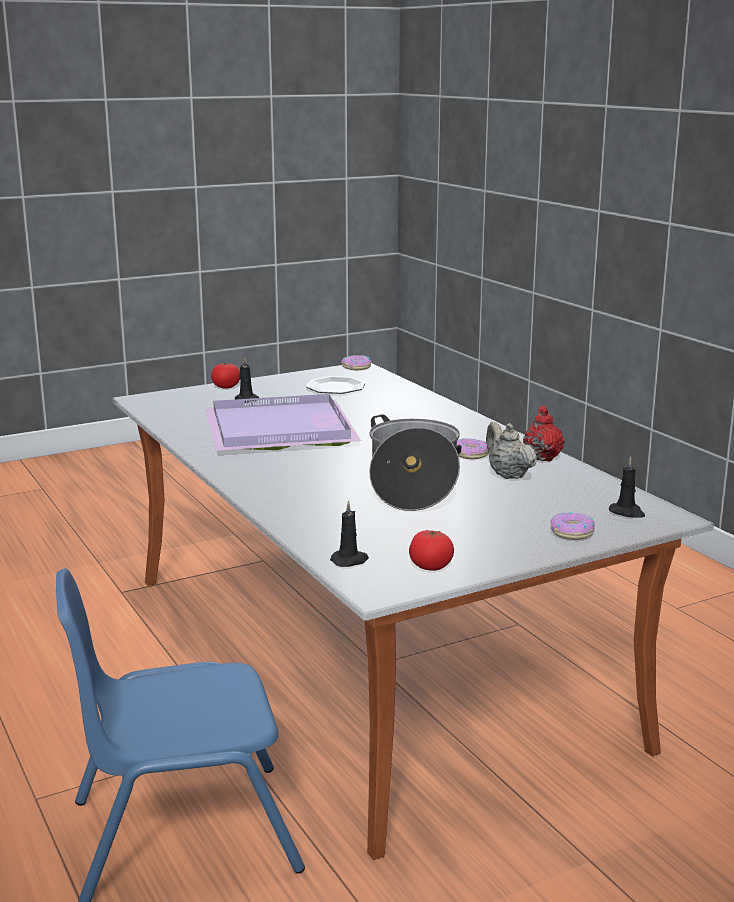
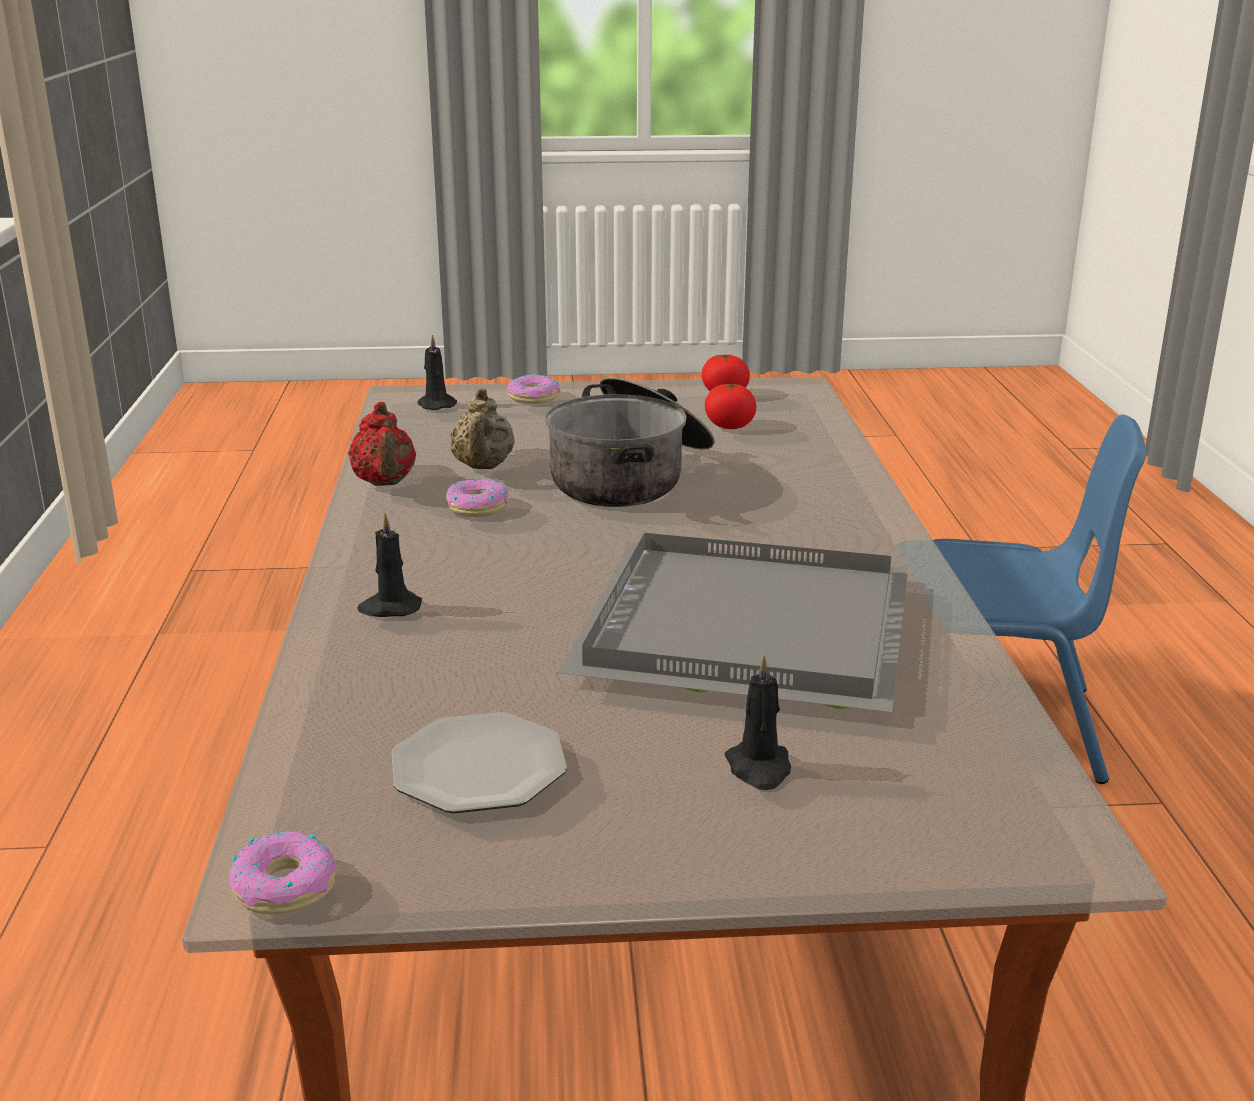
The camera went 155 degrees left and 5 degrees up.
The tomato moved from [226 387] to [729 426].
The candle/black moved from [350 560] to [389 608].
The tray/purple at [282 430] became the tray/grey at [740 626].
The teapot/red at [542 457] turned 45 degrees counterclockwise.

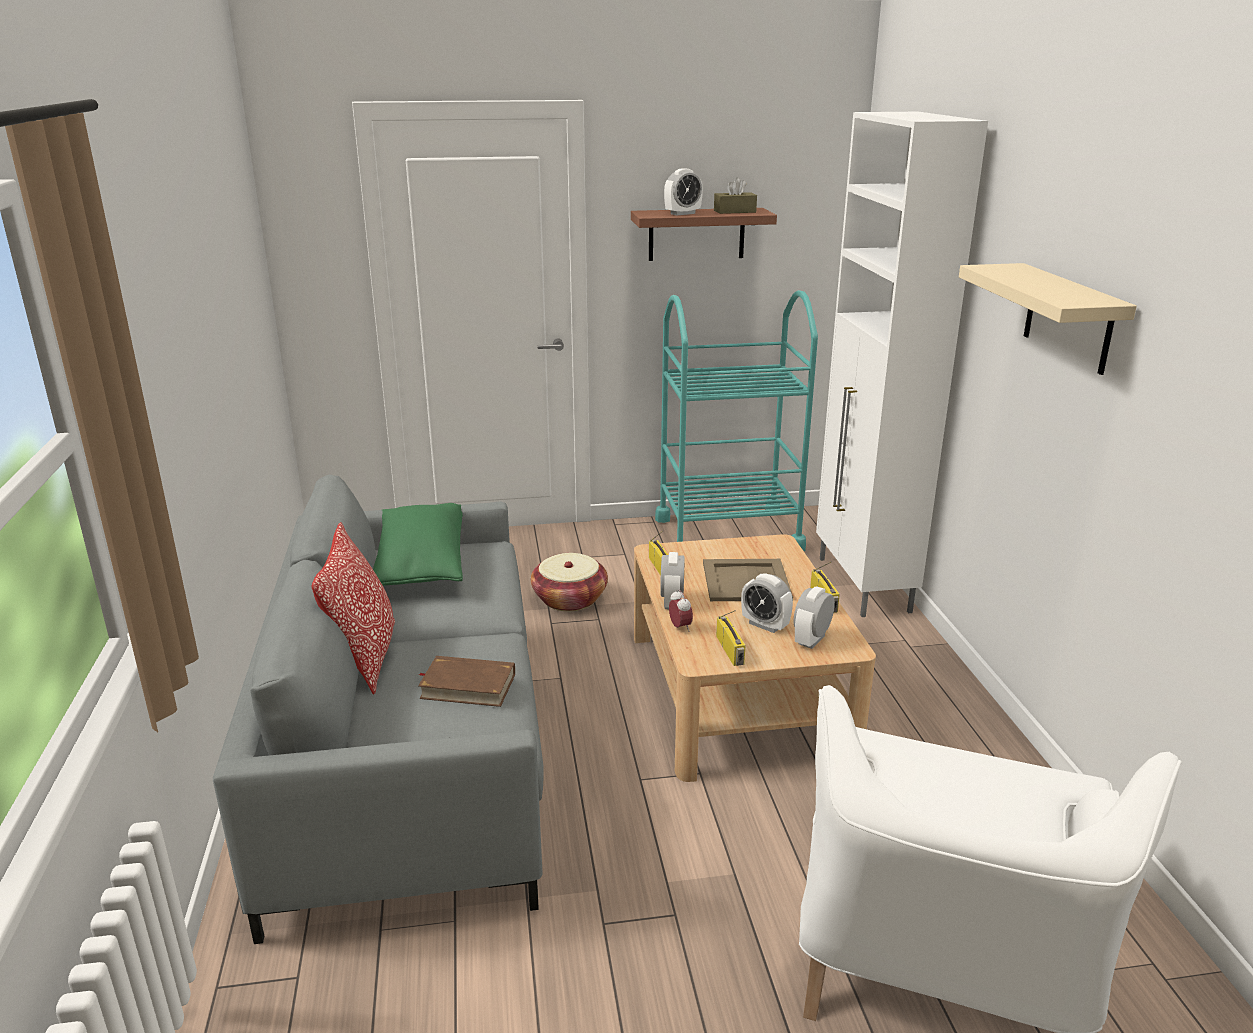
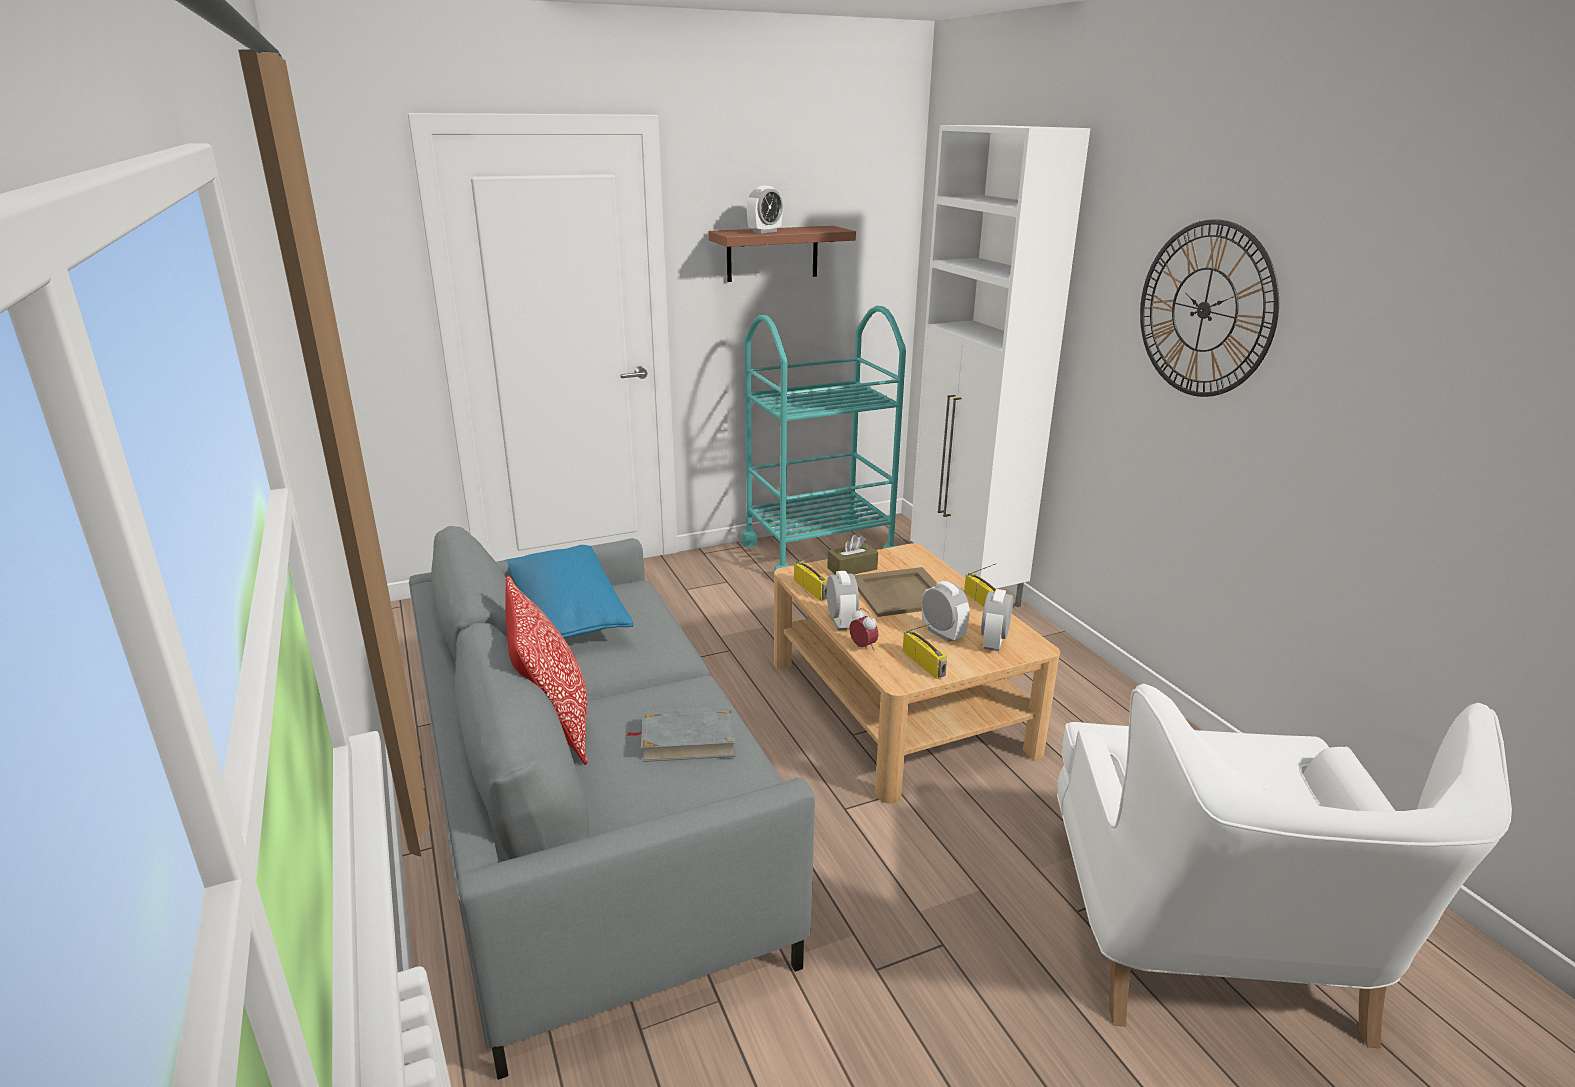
The camera went 15 degrees left and 0 degrees up.
The basket at [569 599] disappeared.
The tissue box/brown moved from [734 211] to [852 568].
The shelf/beige at [1068 318] was replaced by the wall clock at [1204 310].
The pillow/green at [421 564] became the pillow/blue at [567 614].
The book/brown at [468 686] became the book/grey at [688 739].
The alarm clock at [765 625] turned 150 degrees counterclockwise.

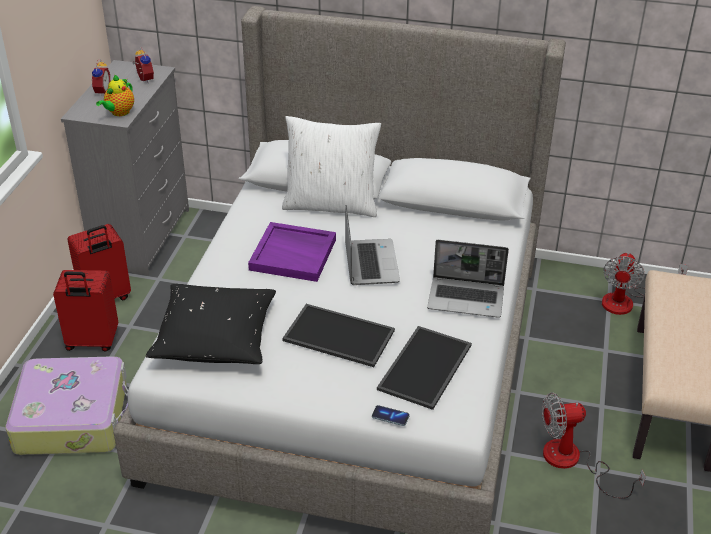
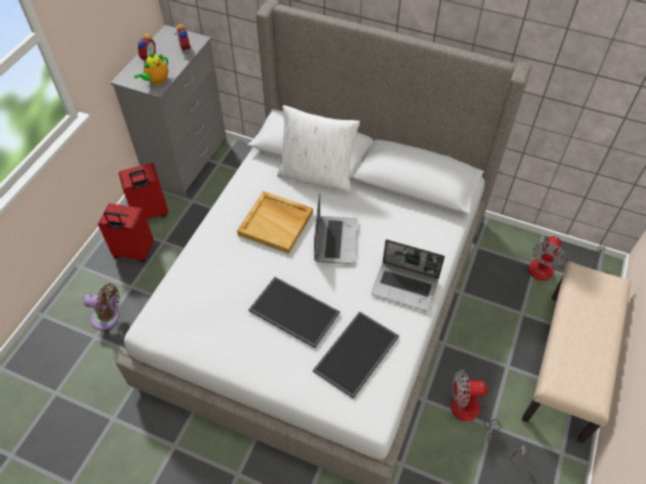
The camera went 10 degrees right and 15 degrees up.
The pillow/black at [215 337] disappeared.
The phone at [390 416] disappeared.
The suitcase at [73 417] was replaced by the fan/brown at [108 318].
The tray/purple at [294 254] became the tray/beige at [276 223].

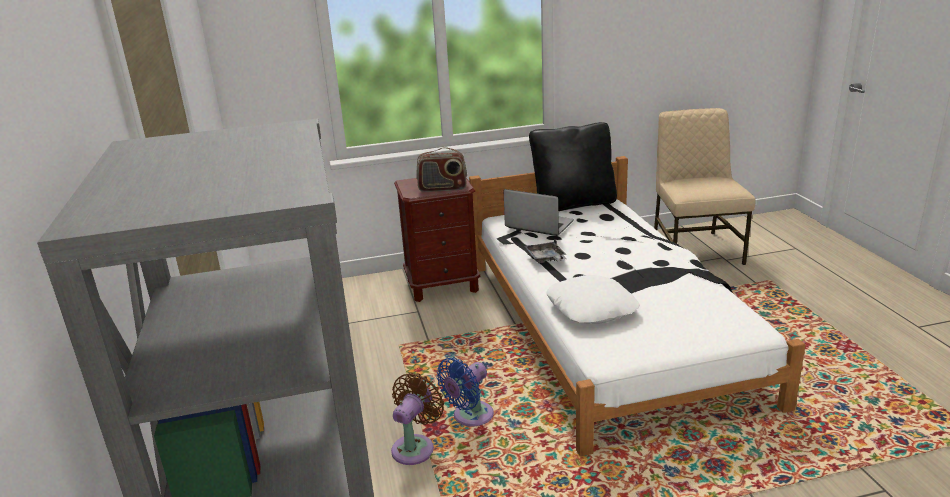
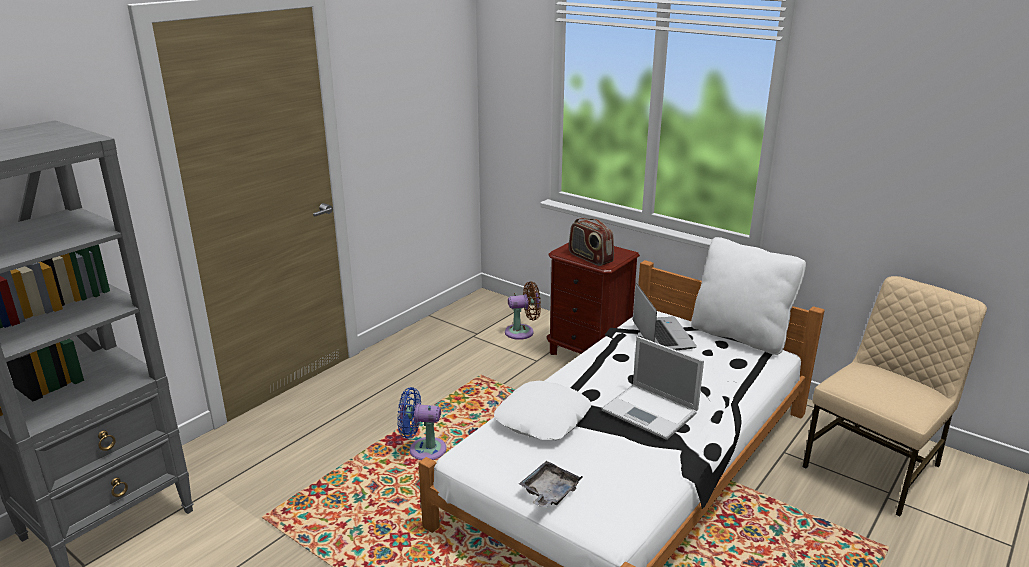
The camera went 50 degrees right and 0 degrees up.
The laptop at [651 412] appeared.
The fan/brown moved from [415 447] to [522 332].
The tray/grey moved from [546 258] to [549 492].
The pillow/black at [573 203] became the pillow/white at [740 335].

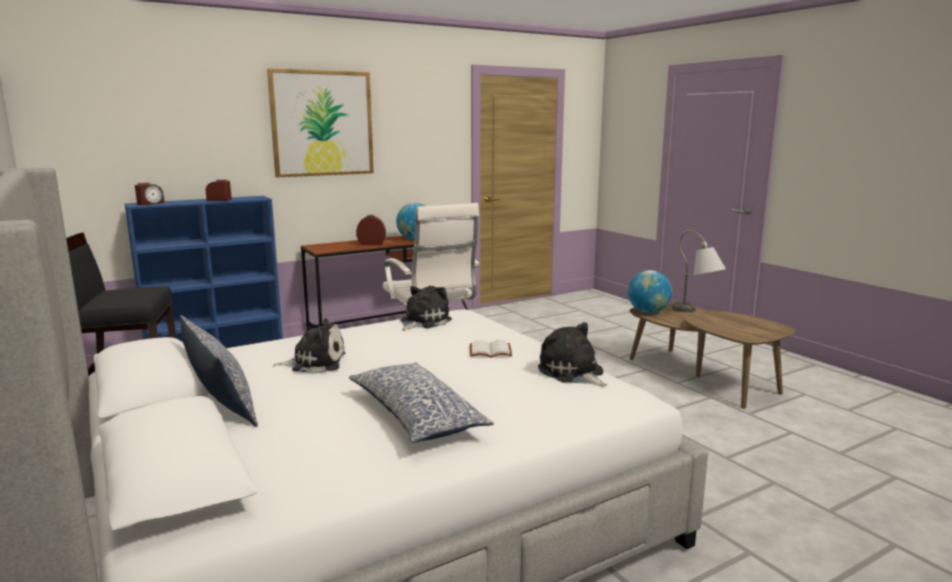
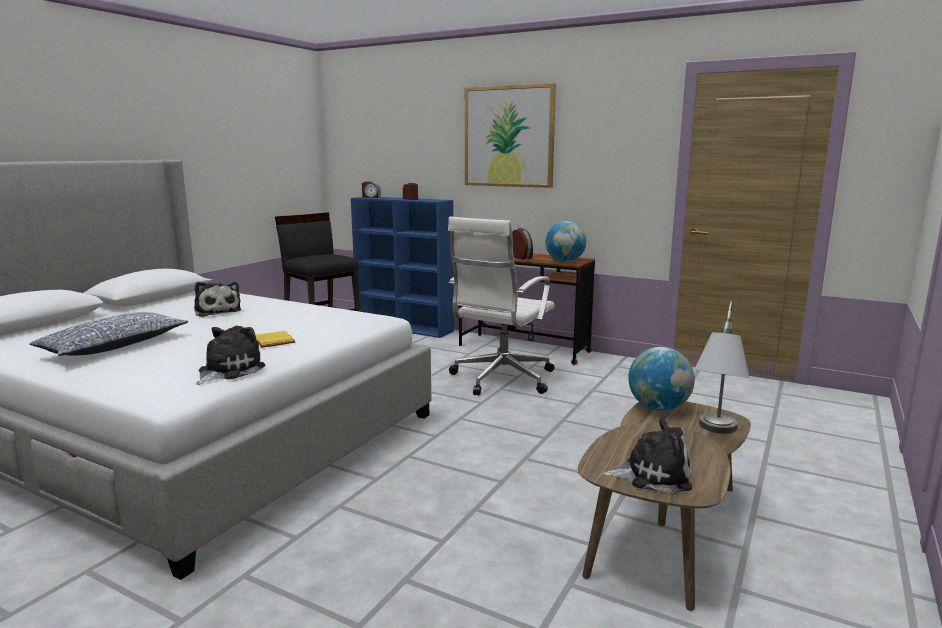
The camera went 60 degrees right and 0 degrees up.
The pillow at [220 399] disappeared.
The plush toy moved from [423 321] to [652 474].
The book/white at [489 351] became the book/yellow at [272 341].

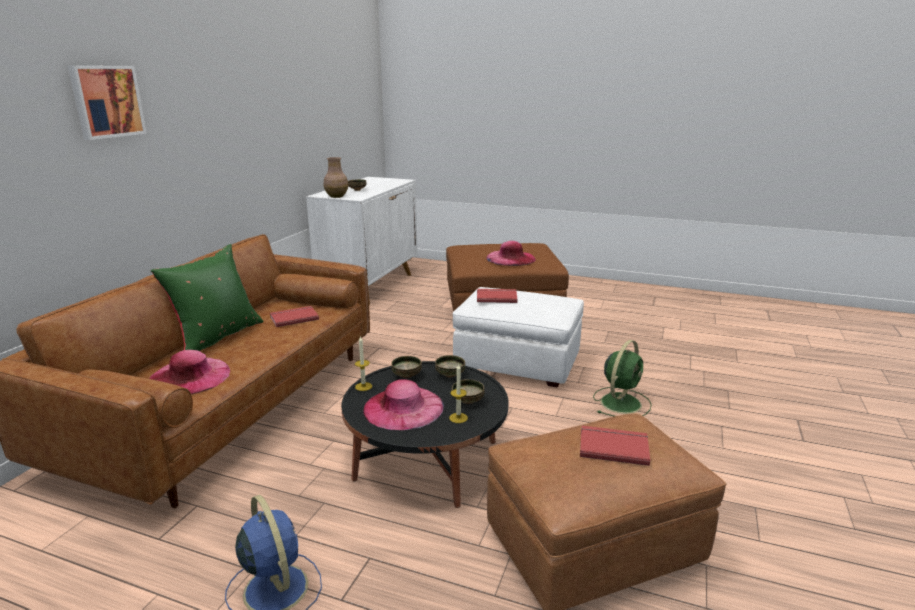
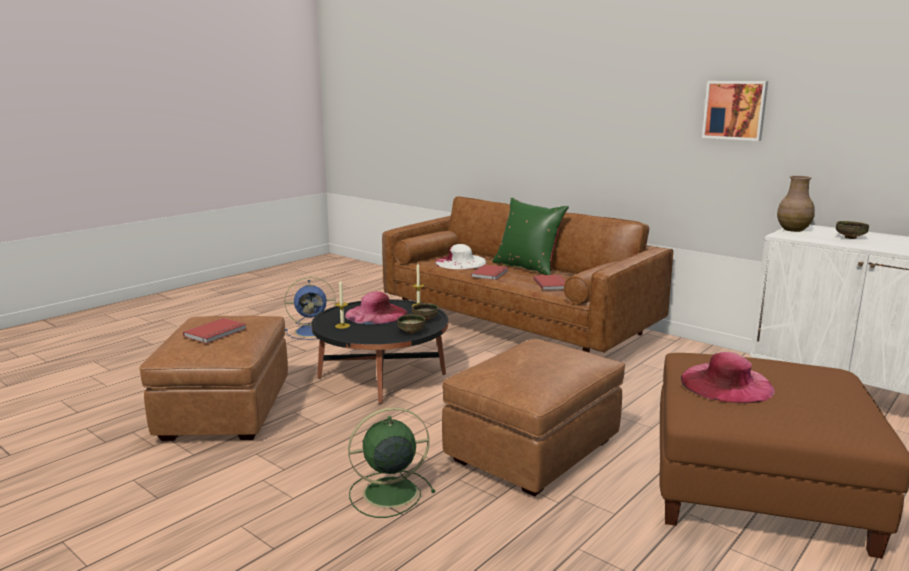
The camera went 110 degrees right and 5 degrees down.
The bowl at [468 401] disappeared.
The picture moved from [106 101] to [735 110].
The book/red moved from [496 297] to [491 274].
The hat/pink at [189 376] became the hat/white at [460 262].
The ottoman/white at [517 363] became the ottoman/brown at [533 451].
The fan/green at [621 402] turned 105 degrees clockwise.

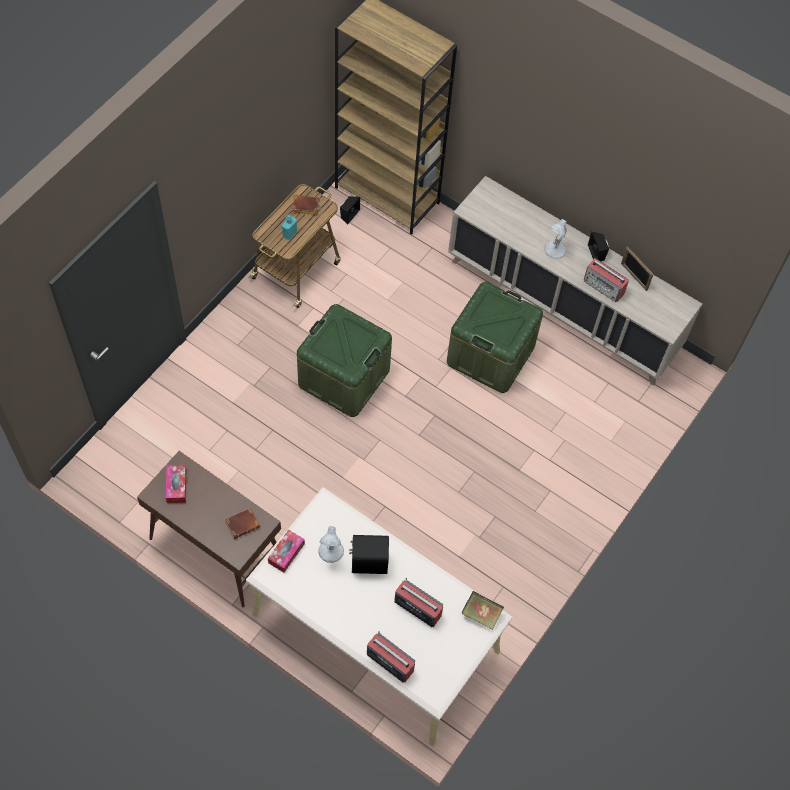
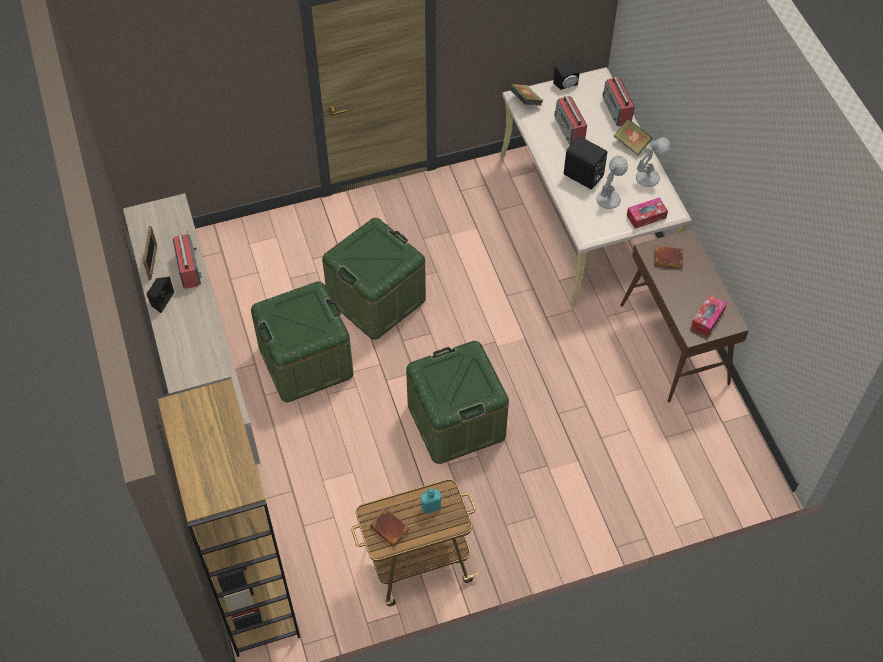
The camera went 140 degrees left and 5 degrees down.
The storage box/green at [376 299] appeared.
The book at [631 144] appeared.
The speaker/black moved from [348 214] to [567 85].
The table lamp/white moved from [554 250] to [649 177].

